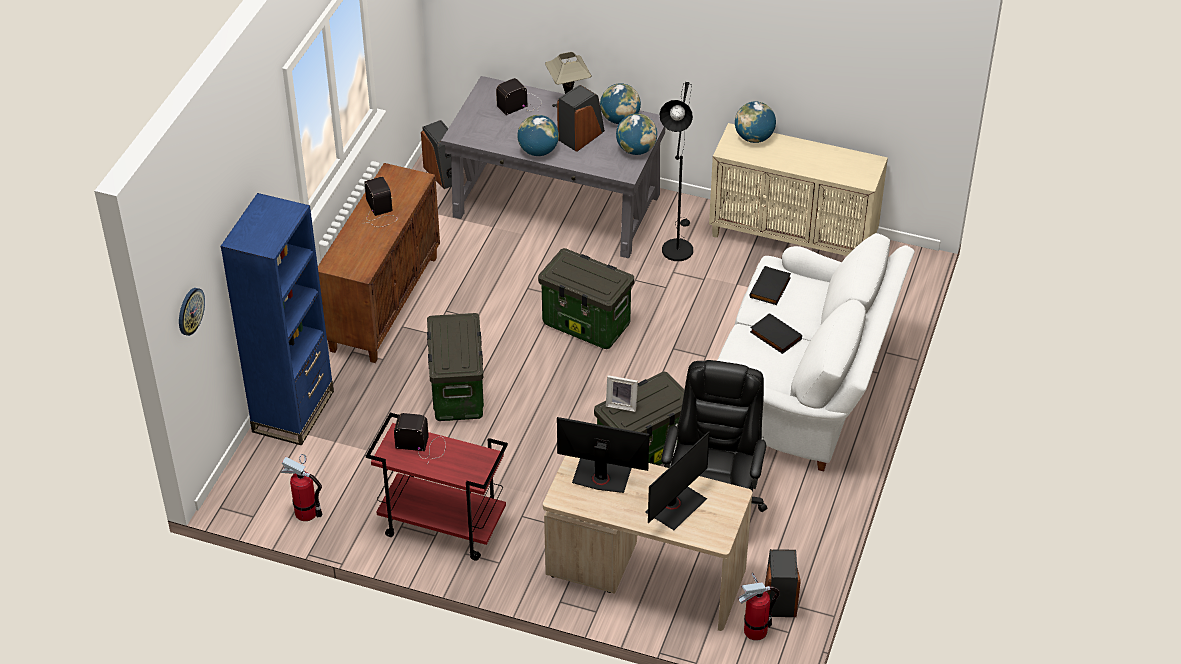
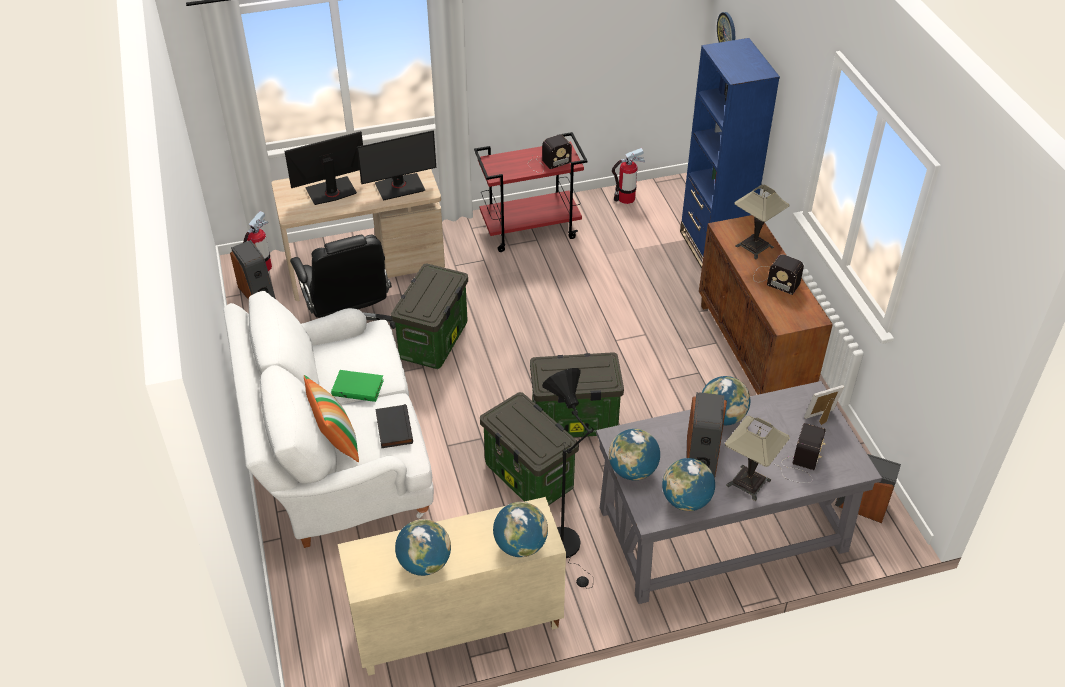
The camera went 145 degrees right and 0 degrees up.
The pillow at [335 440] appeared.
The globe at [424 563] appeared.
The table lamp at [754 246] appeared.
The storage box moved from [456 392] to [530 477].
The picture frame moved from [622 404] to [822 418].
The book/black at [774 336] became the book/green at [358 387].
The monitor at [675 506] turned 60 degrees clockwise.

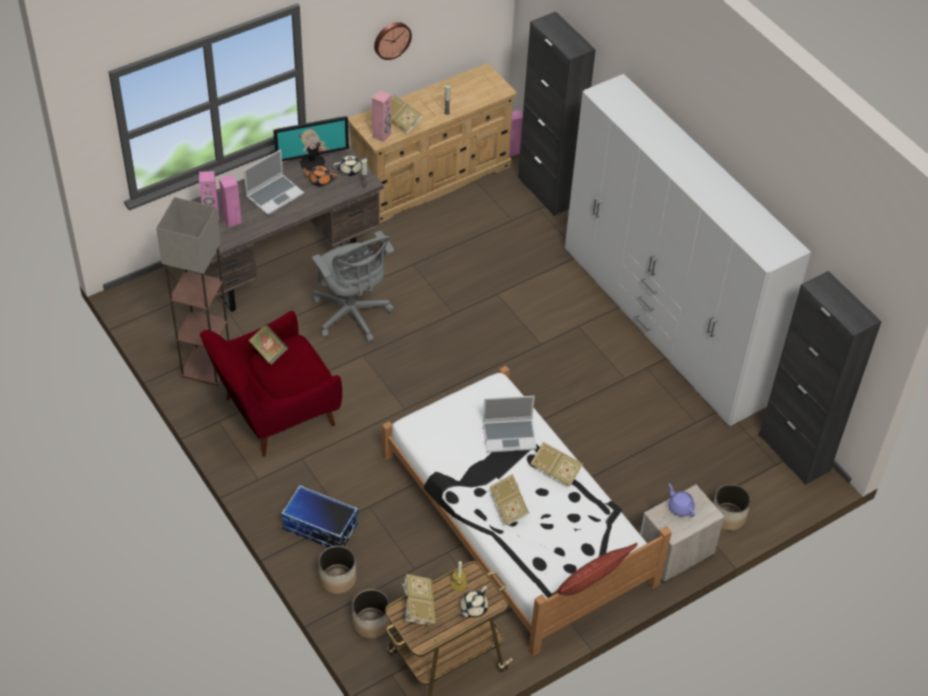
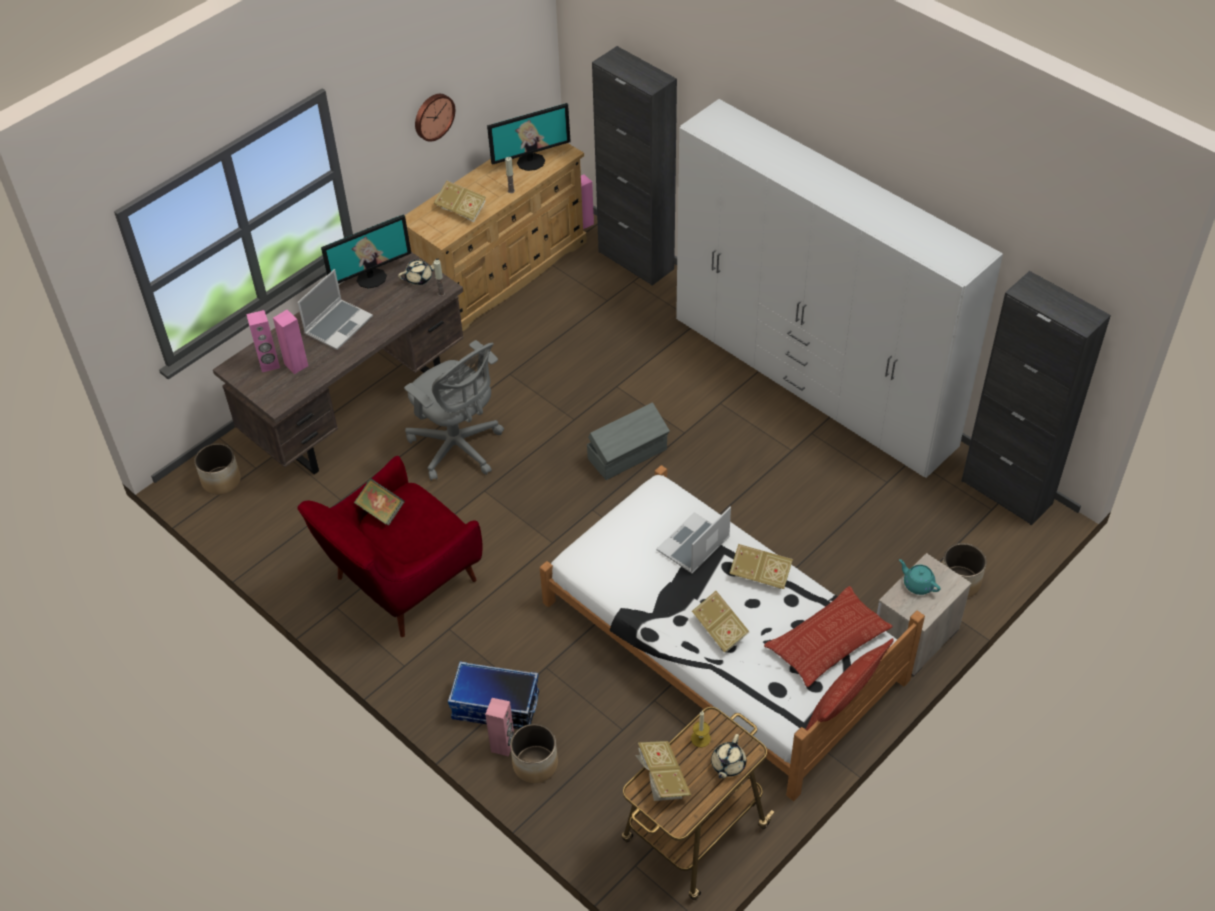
The camera went 10 degrees left and 0 degrees up.
The floor lamp at [206 365] disappeared.
The teapot/orange at [320 180] disappeared.
The monitor at [531 161] appeared.
The storage box/grey at [628 454] appeared.
The pillow at [827 641] appeared.
The planter moved from [371 622] to [221 481].
The speaker/pink moved from [382 135] to [503 745].
The teapot/purple at [680 507] became the teapot/turquoise at [917 584].
The laptop at [510 435] turned 150 degrees clockwise.

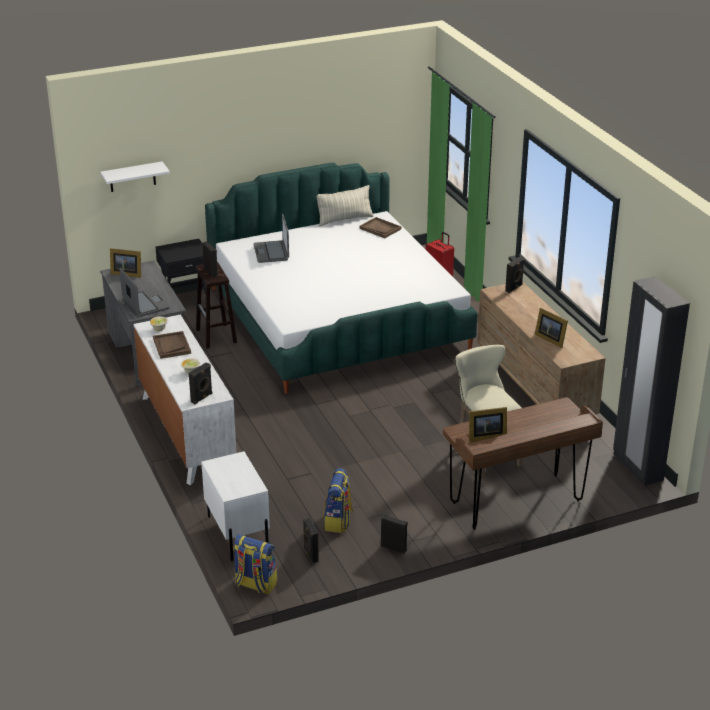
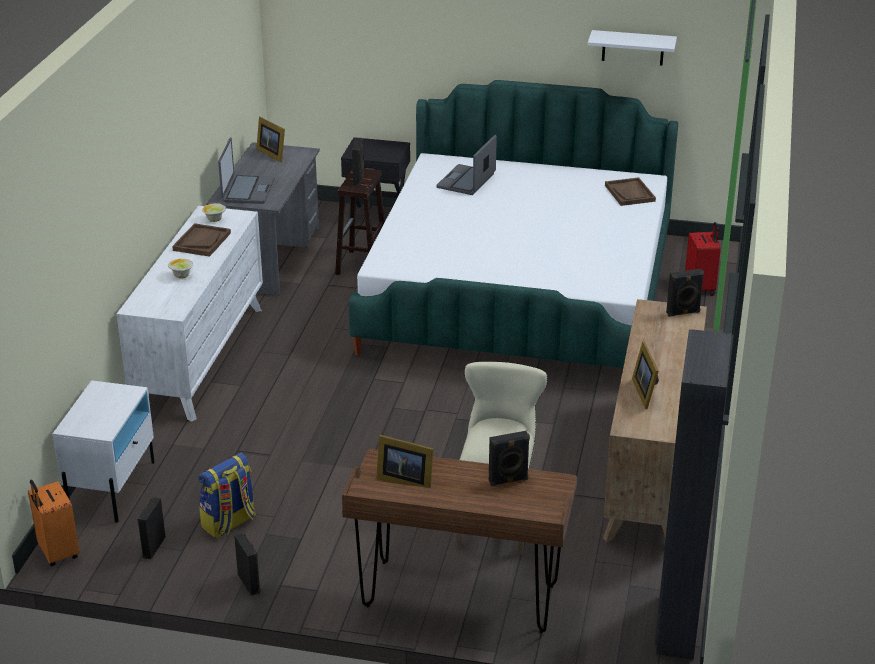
The camera went 35 degrees right and 0 degrees up.
The pillow at [344 219] disappeared.
The shelf/white moved from [132 177] to [633 48].
The speaker/black moved from [202 398] to [508 481].
The backpack at [255 584] was replaced by the suitcase/orange at [57 553].

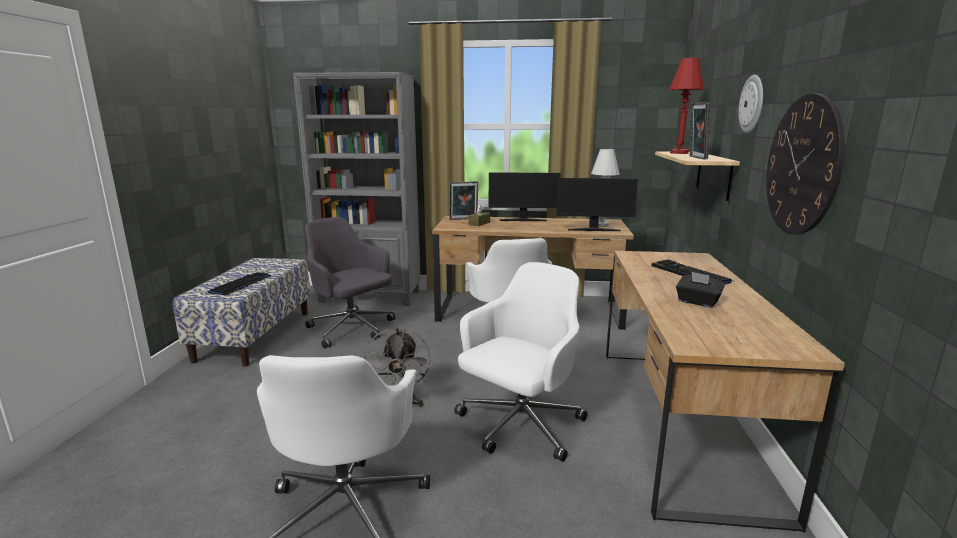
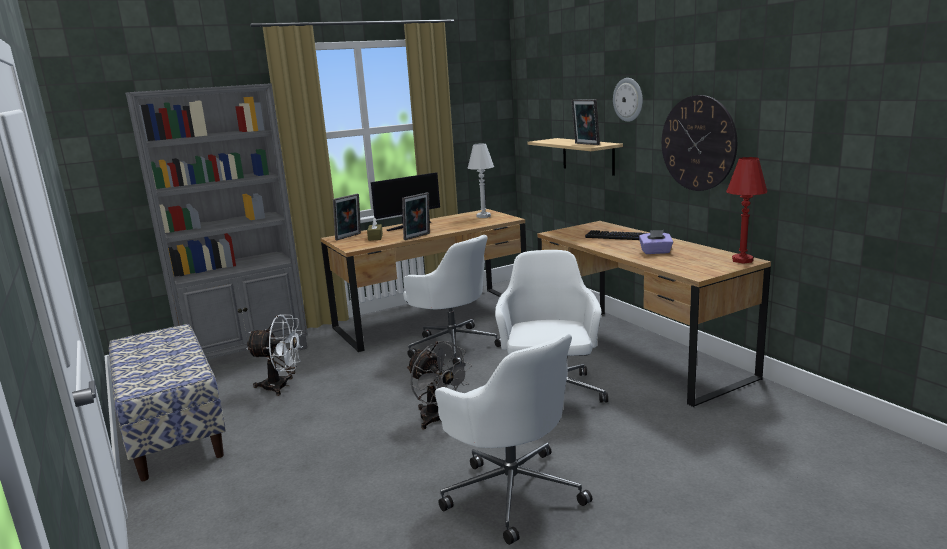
The camera went 35 degrees left and 0 degrees up.
The keyboard at [241 284] disappeared.
The monitor at [593 230] disappeared.
The picture frame at [418 237] appeared.
The table lamp/red moved from [679 153] to [742 260].
The office chair/grey at [352 329] was replaced by the fan/white at [282 386].
The tissue box/black at [697 302] became the tissue box/purple at [655 252].

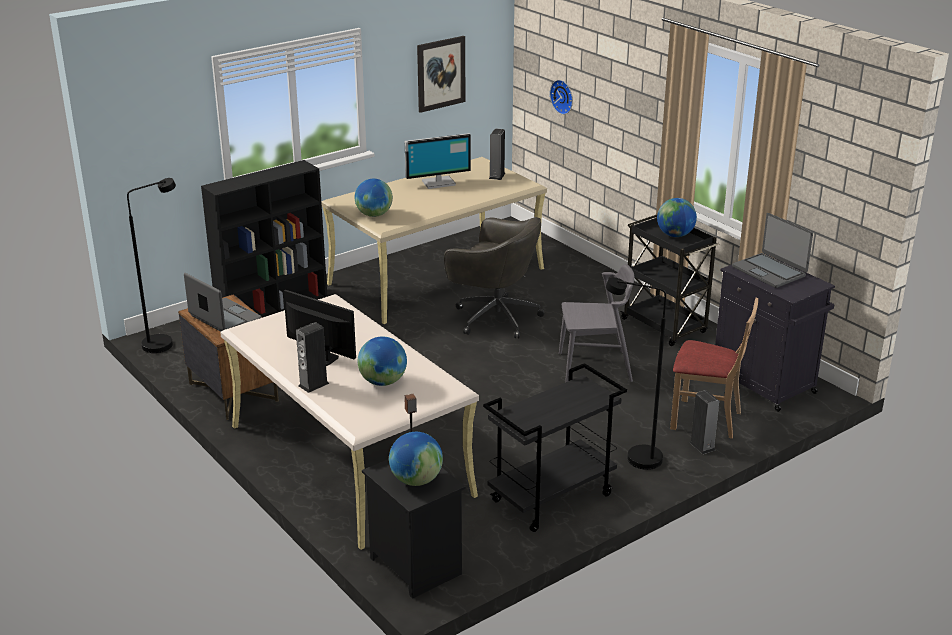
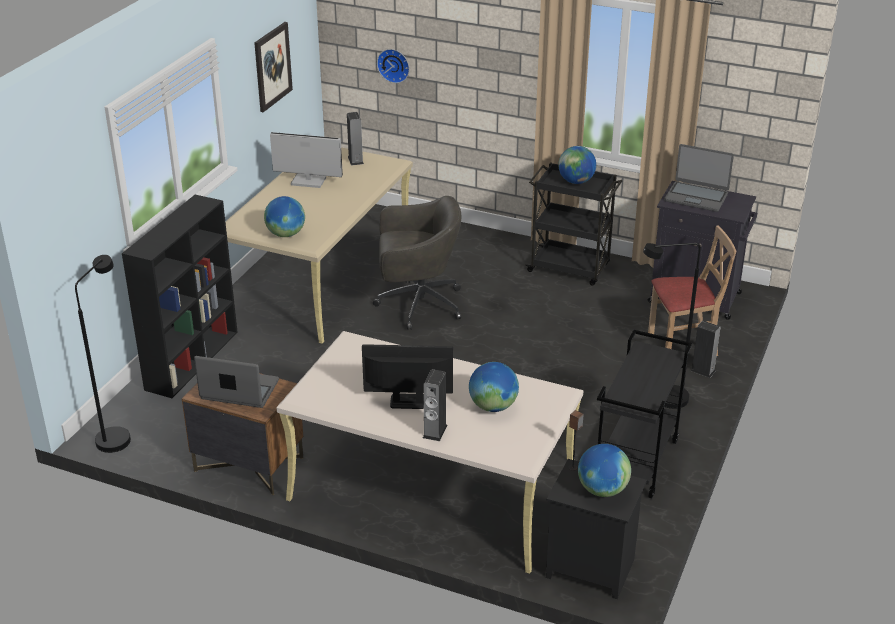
The camera went 30 degrees left and 5 degrees up.
The chair/grey at [595 367] disappeared.
The monitor at [438 182] turned 120 degrees counterclockwise.

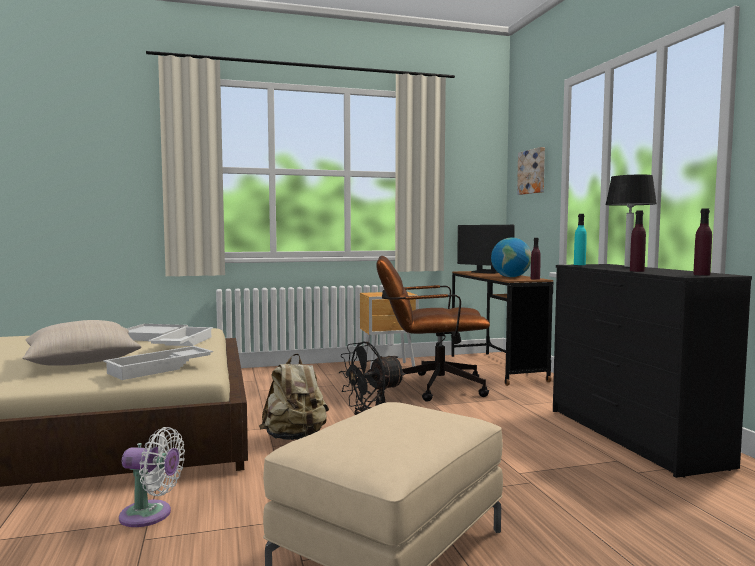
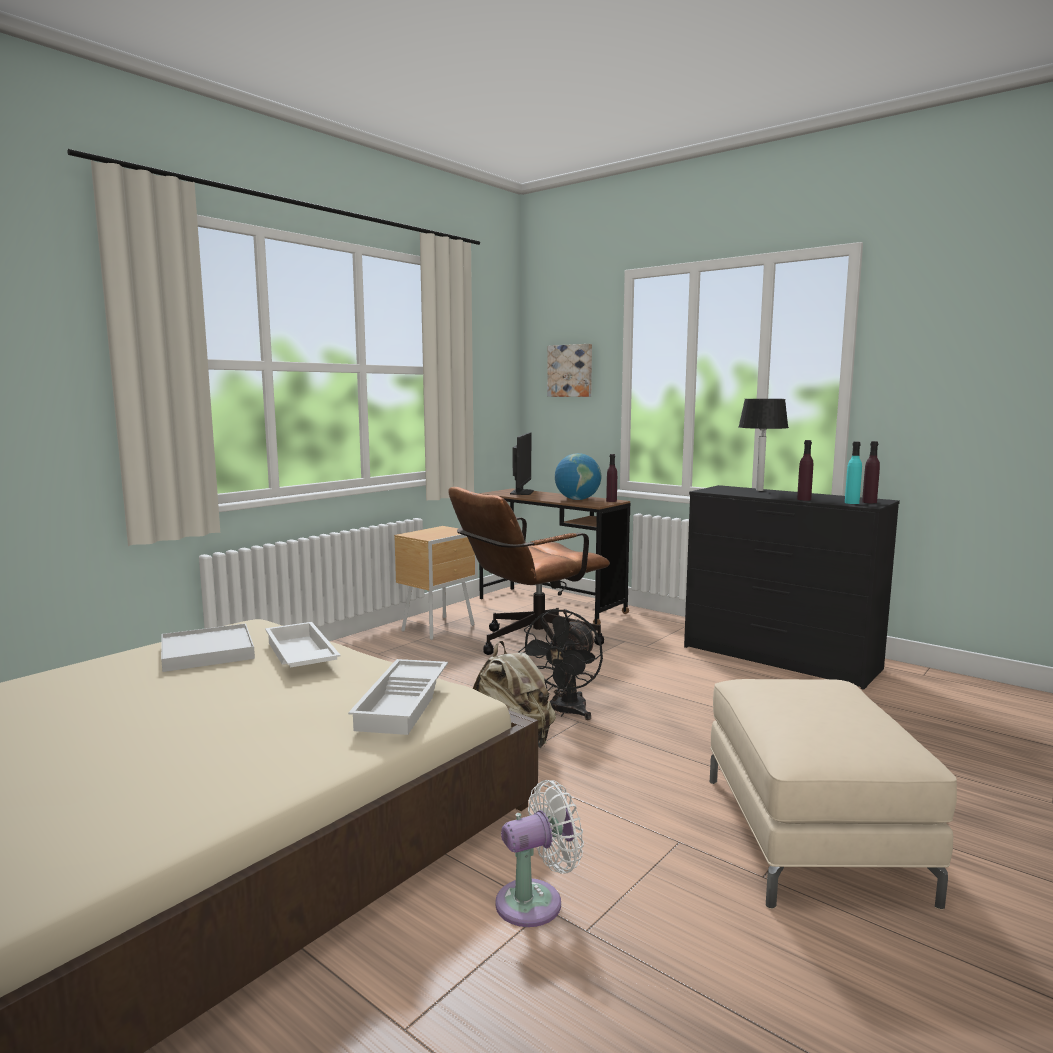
The camera went 35 degrees left and 5 degrees up.
The pillow/beige at [82 361] disappeared.
The bottle/turquoise moved from [579 264] to [851 503].
The monitor at [485 272] turned 90 degrees counterclockwise.

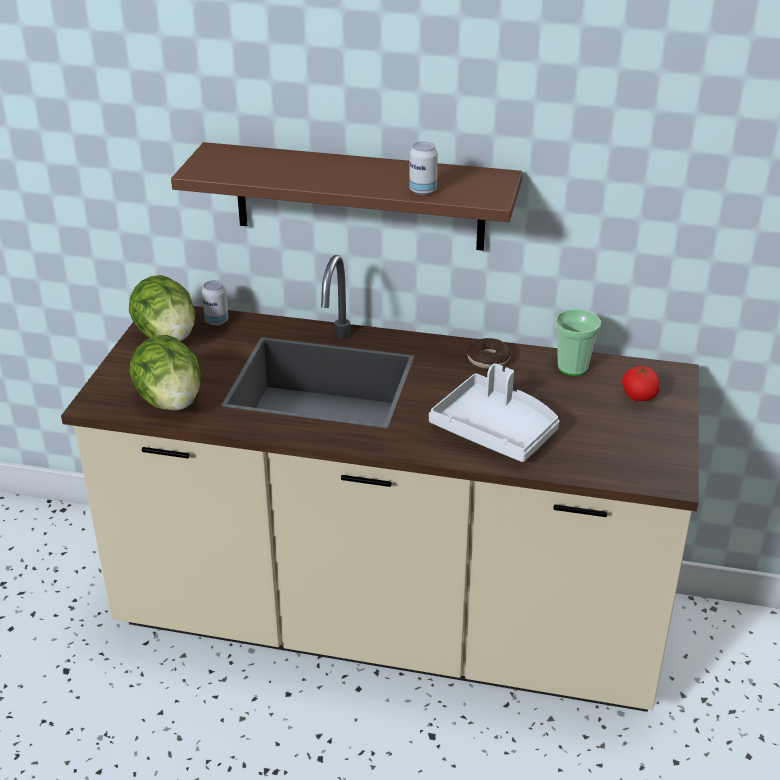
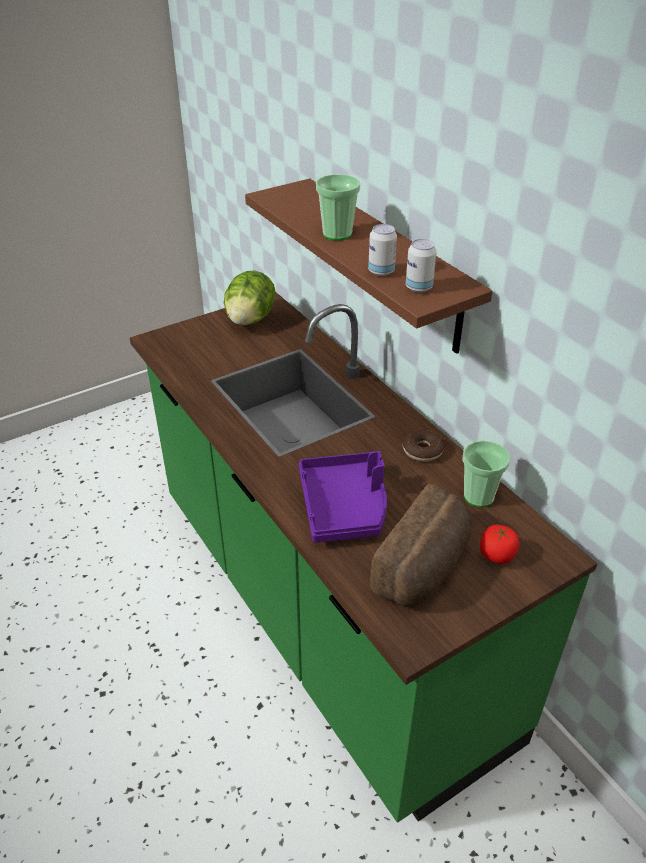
The camera went 45 degrees right and 5 degrees up.
The lettuce at [170 401] disappeared.
The cup at [337 234] appeared.
The bread at [425 567] appeared.
The can moved from [216 321] to [419 287].
The counter/beige at [390 625] became the counter/green at [323 613].
The tray/white at [496 430] became the tray/purple at [344 506].

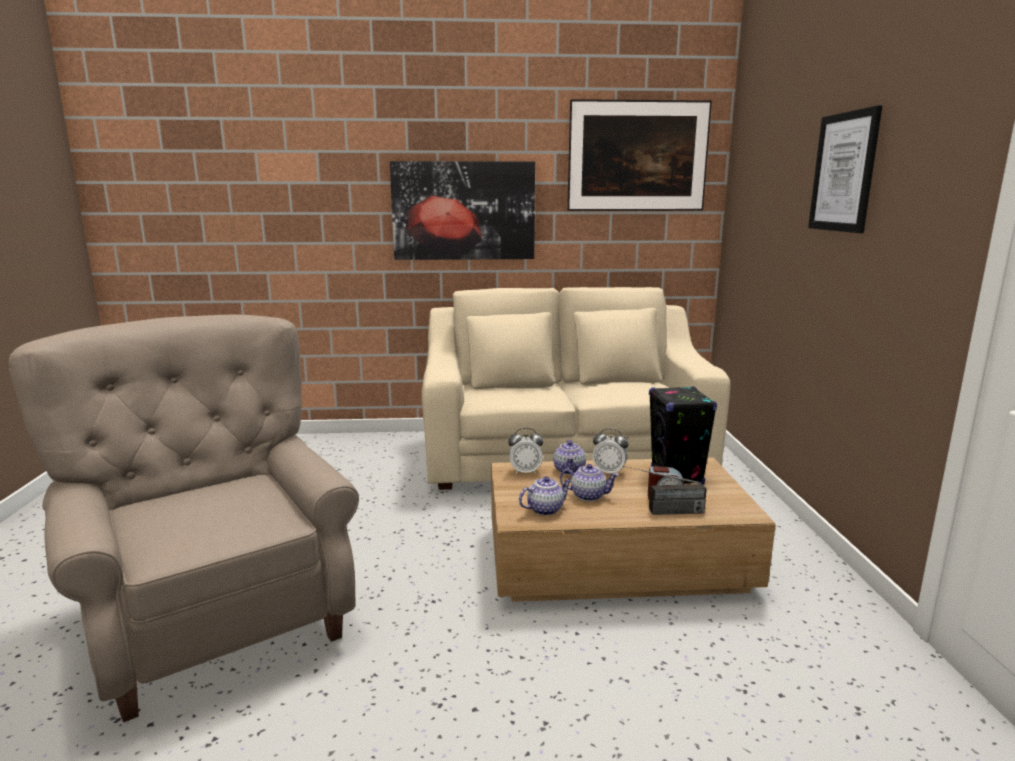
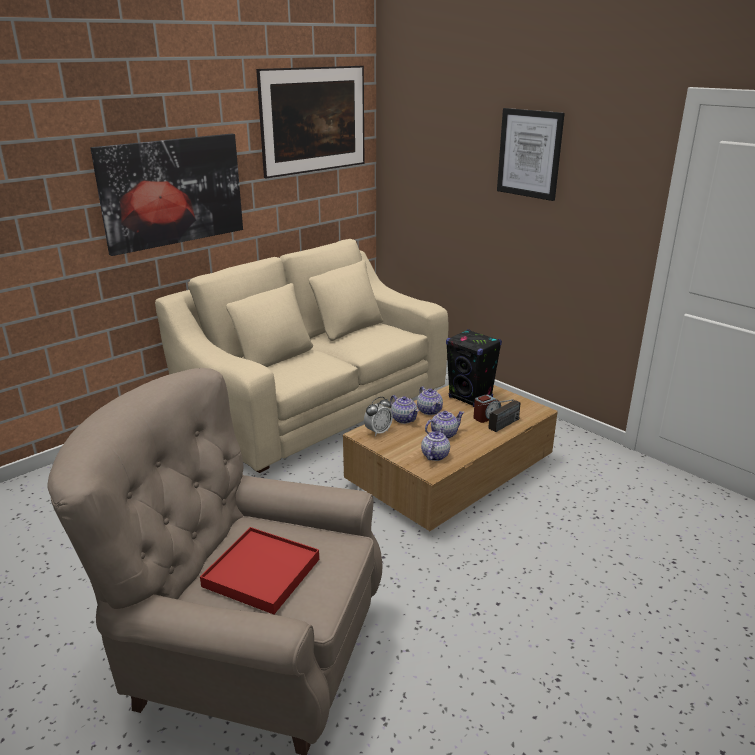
The camera went 40 degrees left and 10 degrees up.
The tray/red at [261 573] appeared.
The alarm clock at [609 472] was replaced by the teapot at [429 411].

